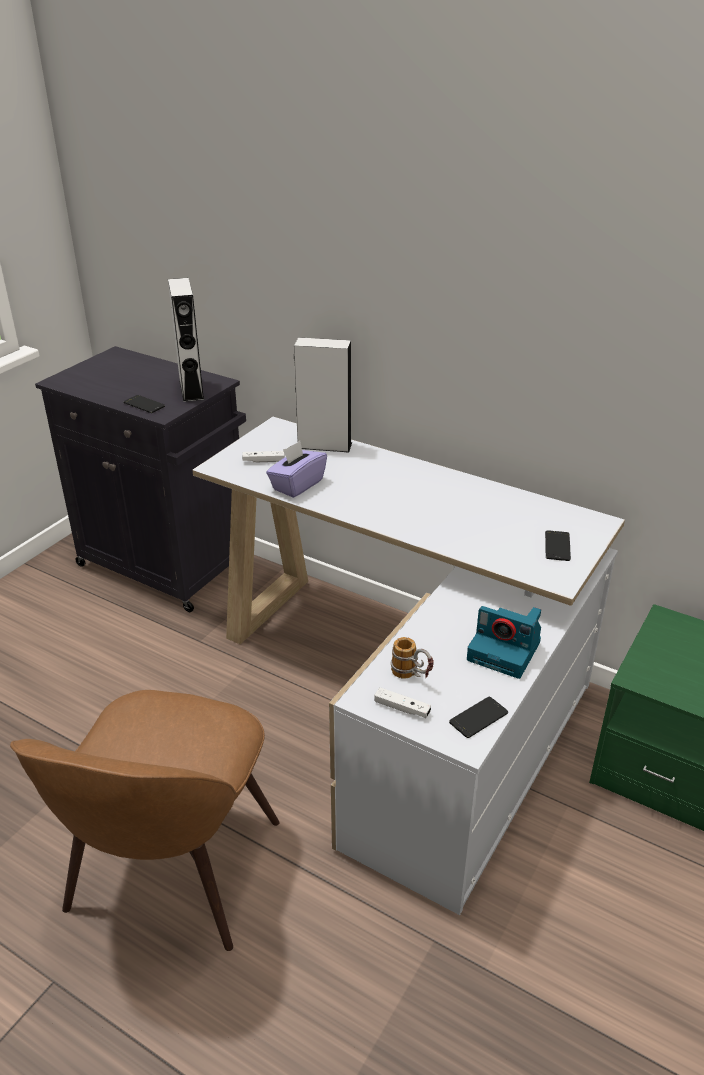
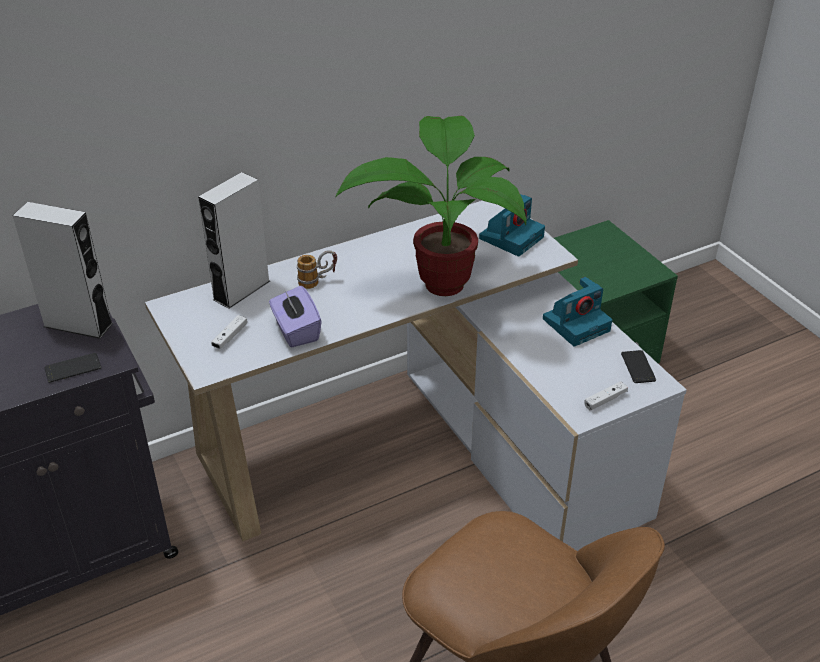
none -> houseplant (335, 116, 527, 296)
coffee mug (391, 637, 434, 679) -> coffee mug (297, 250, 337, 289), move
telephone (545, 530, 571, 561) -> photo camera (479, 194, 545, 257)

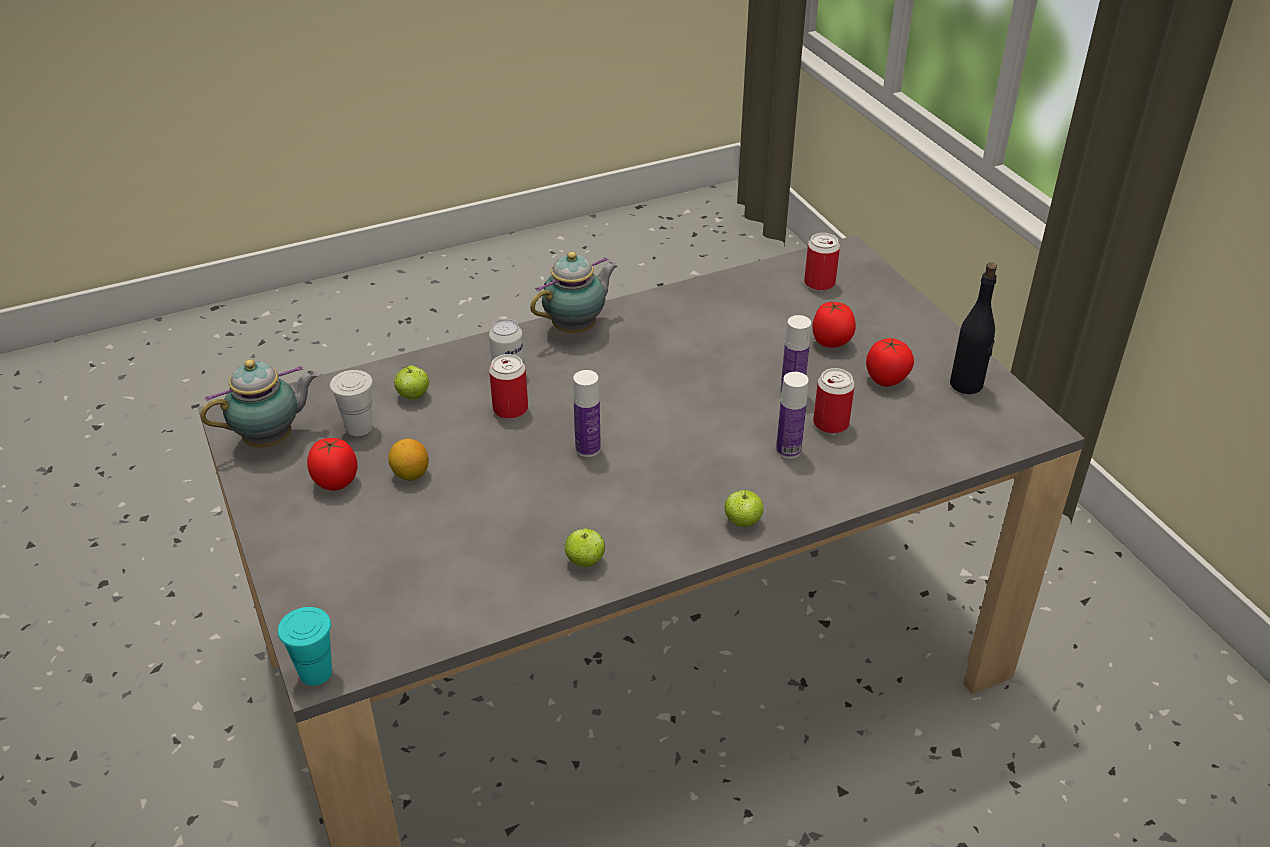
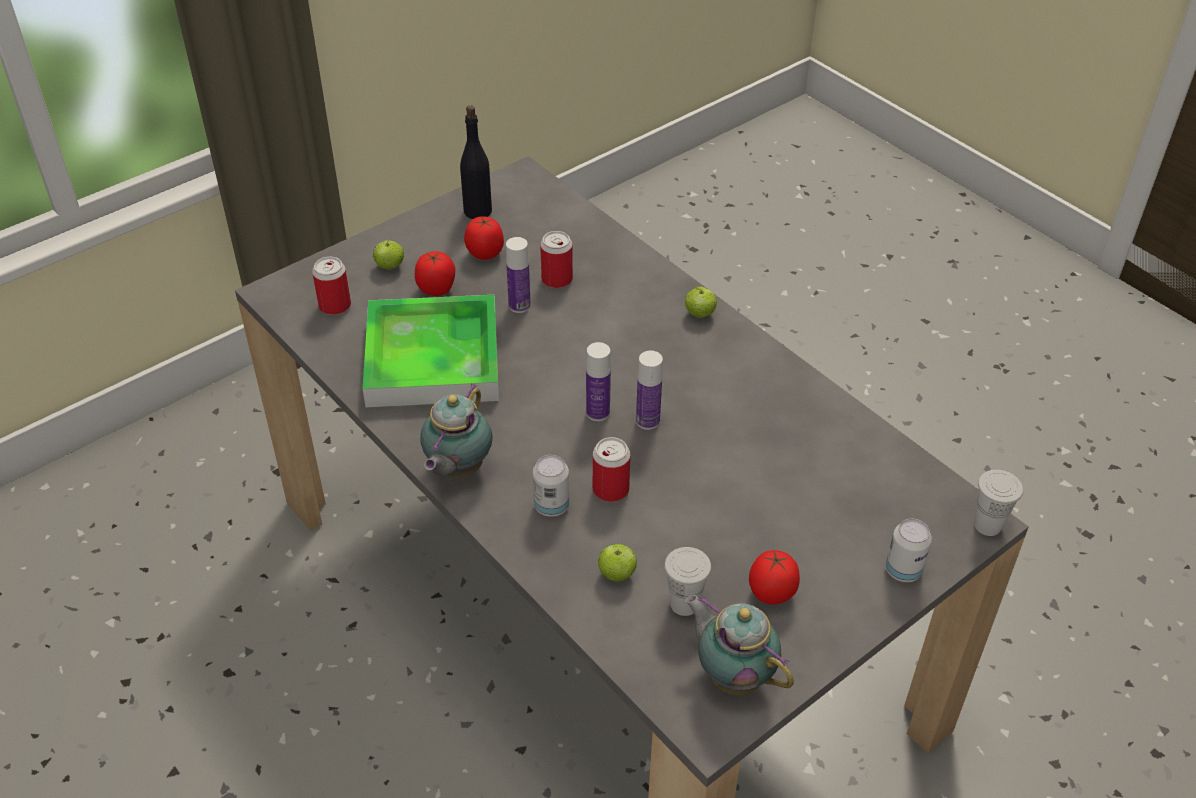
whole lemon (388, 439, 429, 481) -> none
none -> carrying tray (363, 295, 499, 408)
none -> metal can (886, 519, 932, 582)
whole apple (564, 528, 605, 567) -> whole apple (373, 238, 404, 269), move
beverage bottle (776, 372, 809, 459) -> beverage bottle (586, 342, 611, 421), move
blue-green drinking cup (278, 607, 332, 686) -> white drinking cup (974, 470, 1023, 536)
tea pot (530, 252, 618, 333) -> tea pot (420, 384, 493, 477), 105 degrees counterclockwise

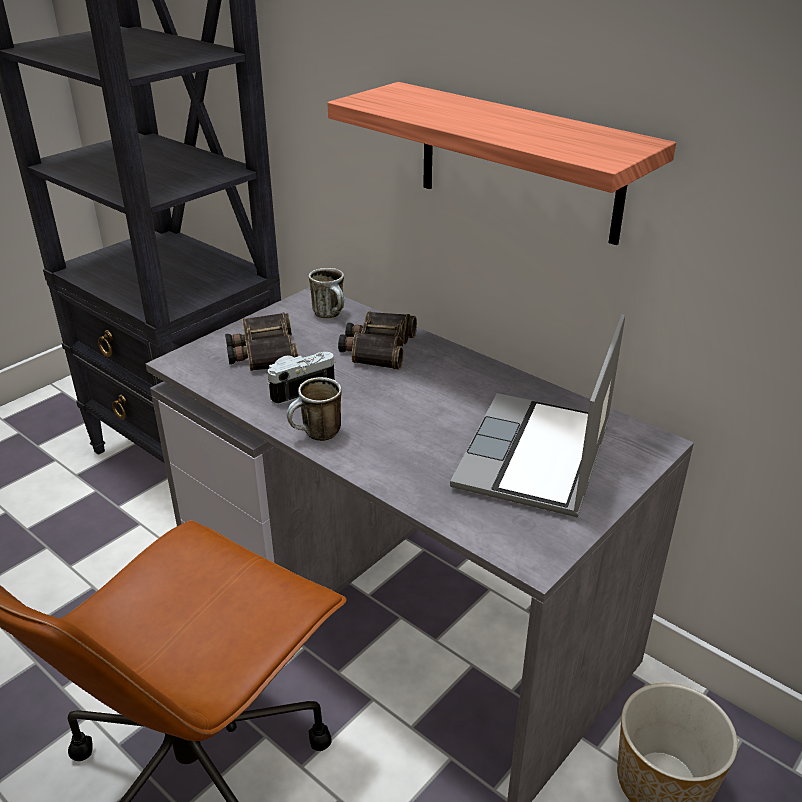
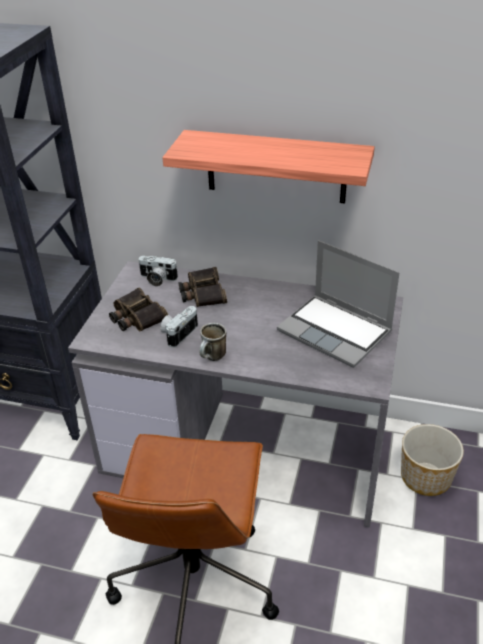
coffee mug (309, 268, 344, 319) -> photo camera (138, 256, 178, 286)
laptop (450, 314, 625, 517) -> laptop (277, 240, 400, 368), 45 degrees counterclockwise

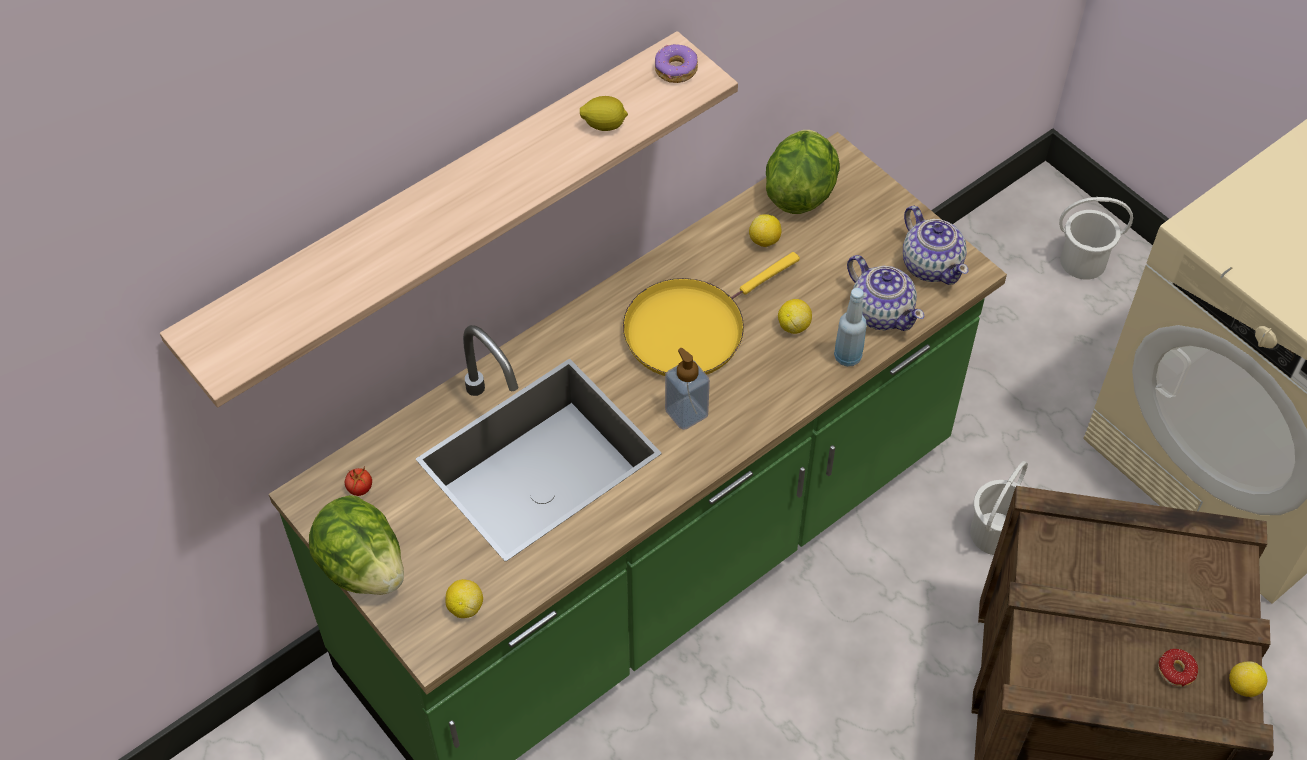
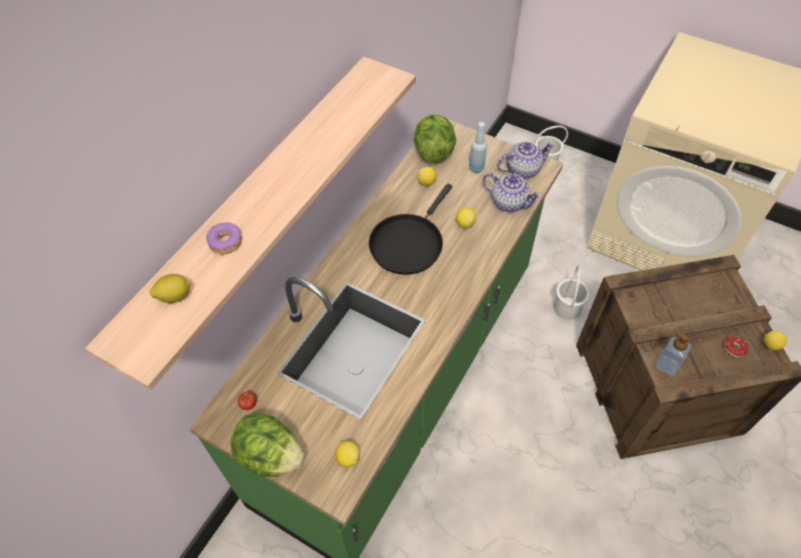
whole lemon (580, 96, 628, 131) -> whole lemon (150, 274, 191, 303), move
donut (655, 44, 698, 83) -> donut (206, 222, 242, 255), move
liquid soap bottle (665, 348, 710, 430) -> liquid soap bottle (655, 333, 691, 376), move
bluish beverage bottle (834, 288, 867, 367) -> bluish beverage bottle (469, 122, 487, 173), move
yellowish frying pan (623, 252, 800, 376) -> blackish frying pan (369, 184, 452, 275)
tea pot (903, 206, 968, 285) -> tea pot (497, 141, 555, 179), 60 degrees counterclockwise

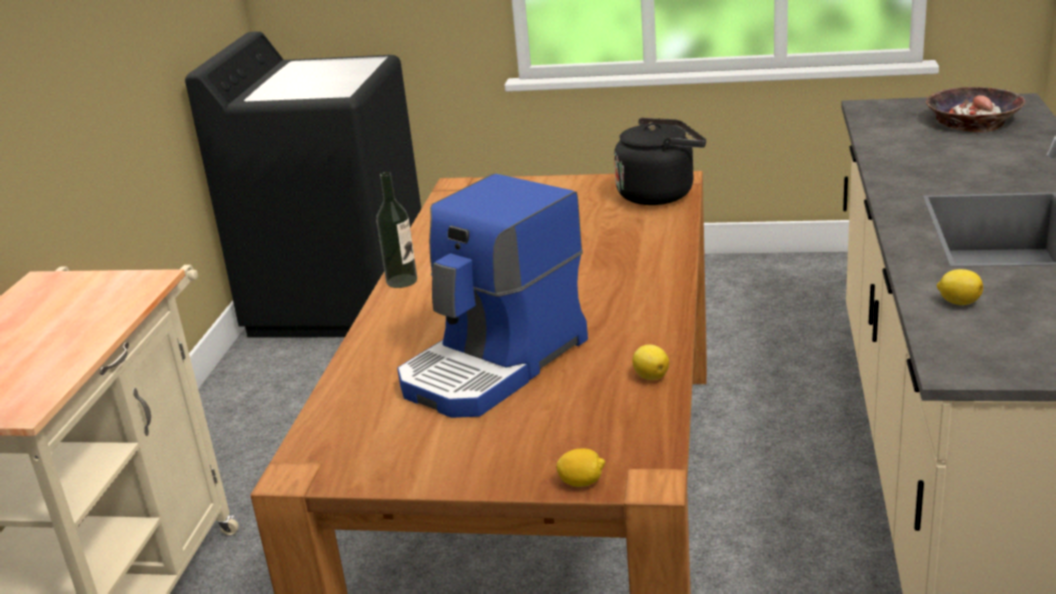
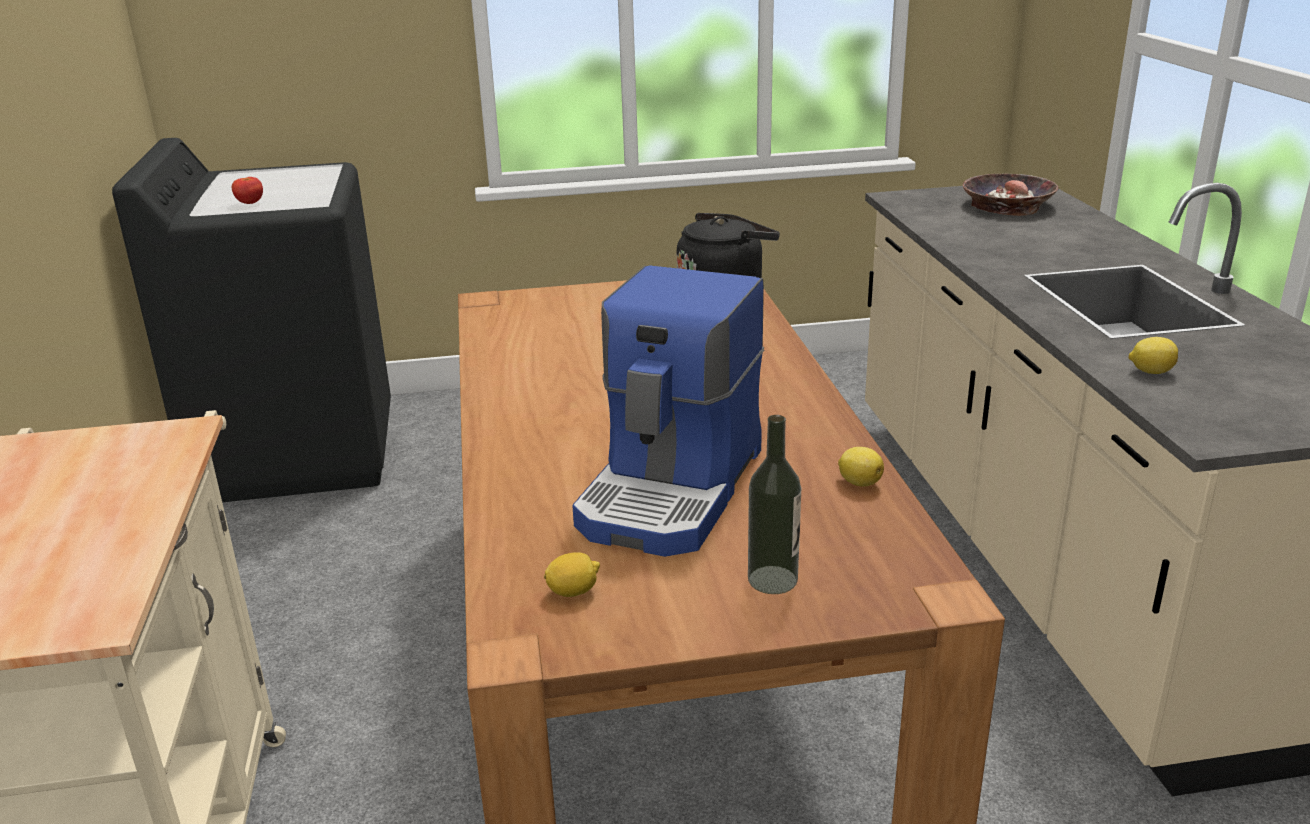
none -> fresh tomato (232, 177, 263, 204)
beverage bottle (376, 172, 417, 288) -> beverage bottle (748, 415, 801, 594), move
whole lemon (556, 449, 605, 487) -> whole lemon (544, 552, 600, 597), move

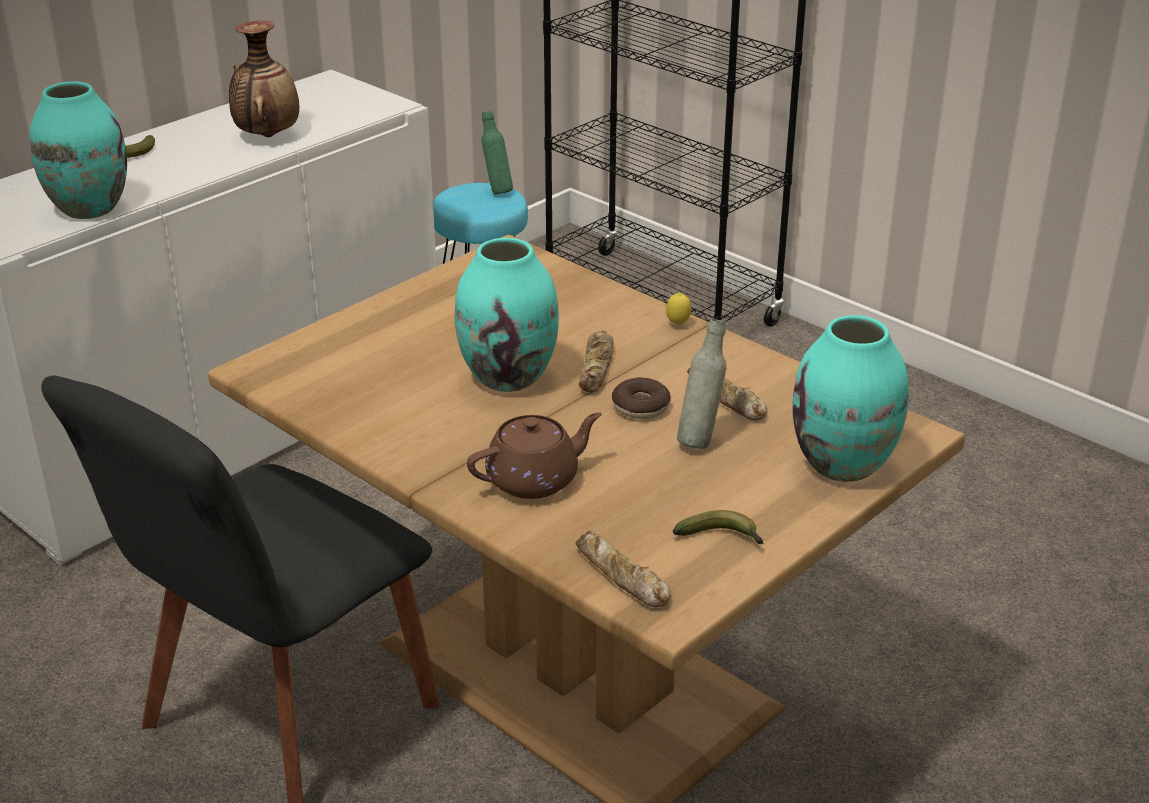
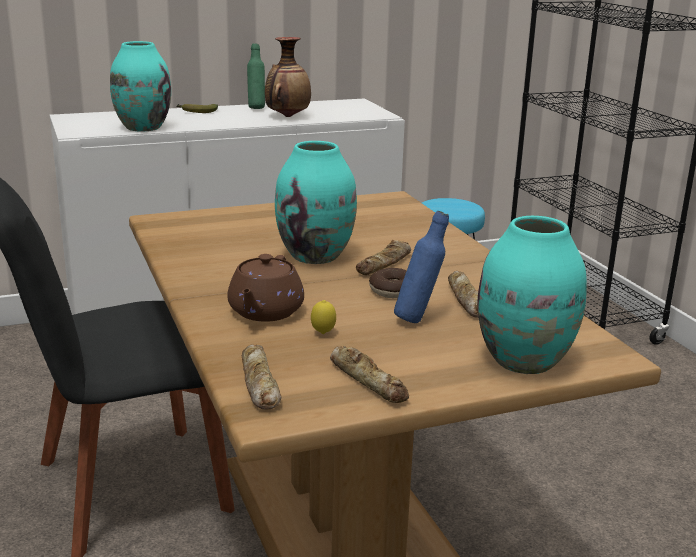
green beverage bottle (481, 111, 513, 194) -> green beverage bottle (247, 44, 265, 109), move
whole lemon (666, 293, 691, 325) -> whole lemon (311, 300, 336, 334), move
banana (673, 510, 763, 544) -> baked bread (330, 346, 409, 403)
grey beverage bottle (677, 318, 727, 449) -> bluish beverage bottle (394, 211, 449, 323)
brownish tea pot (467, 412, 602, 499) -> brownish tea pot (227, 254, 304, 322), 105 degrees clockwise

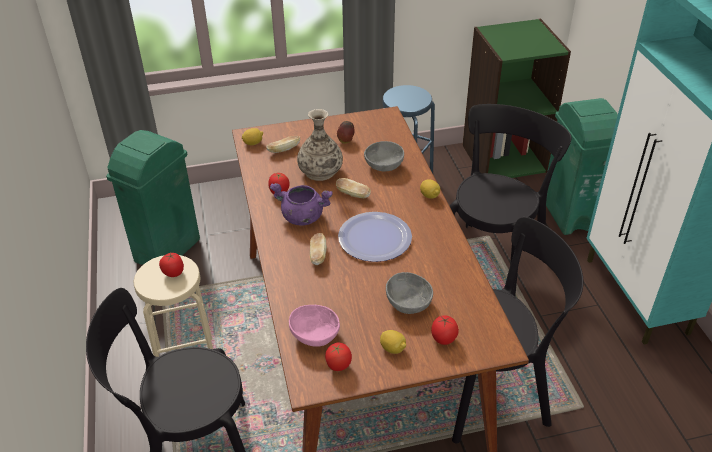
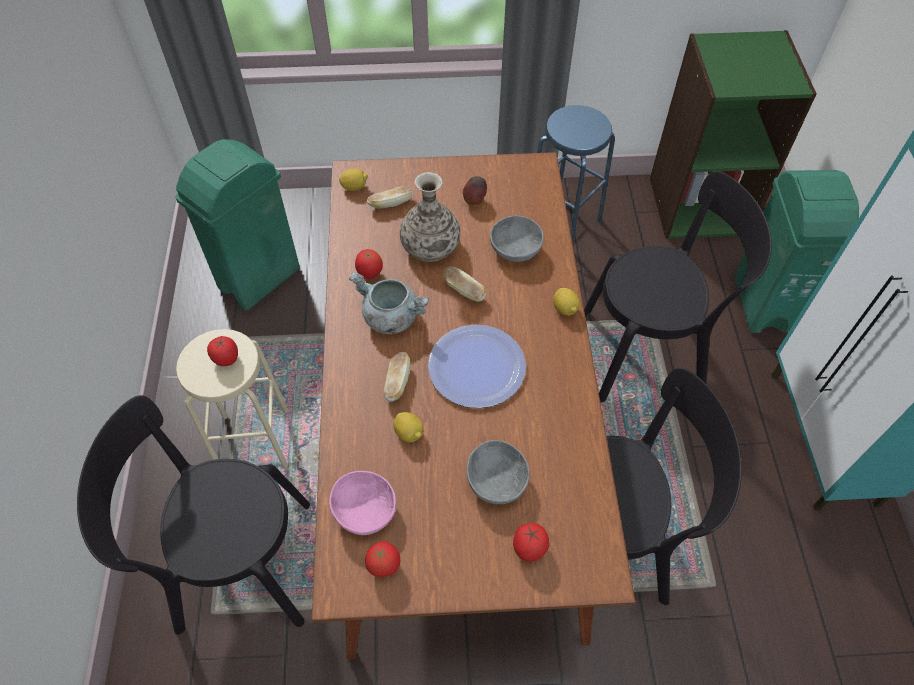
whole lemon (380, 330, 406, 354) -> whole lemon (393, 412, 423, 442), move
purplish saucepot (270, 183, 333, 226) -> grey saucepot (349, 272, 429, 334)
blackish chair (450, 104, 572, 296) -> blackish chair (584, 171, 772, 402), 45 degrees clockwise

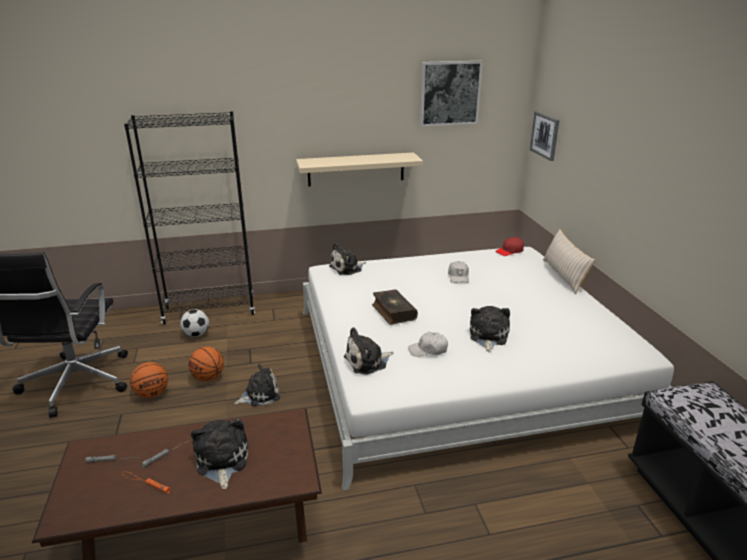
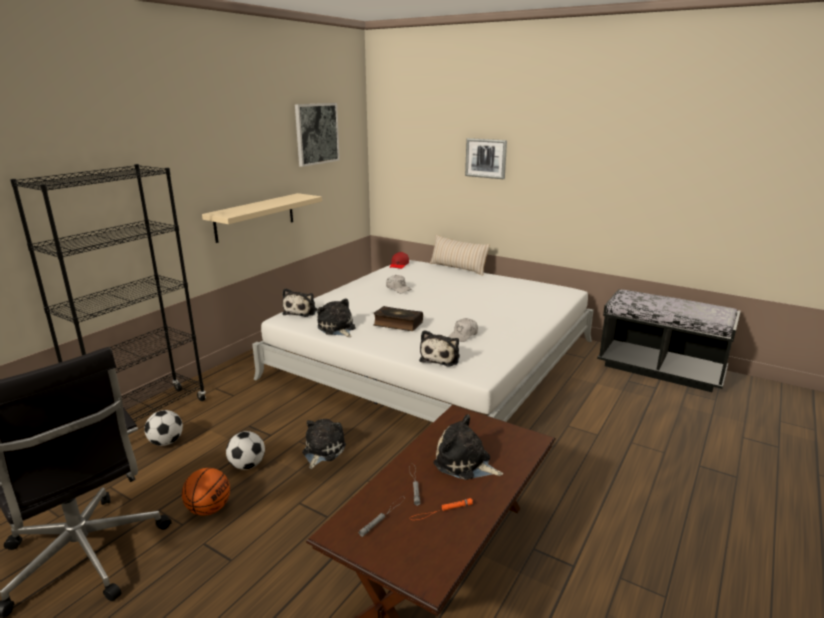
cuddly toy (470, 306, 510, 353) -> cuddly toy (317, 298, 356, 337), move
picture (530, 112, 559, 161) -> picture (465, 138, 507, 179), move
ball for basketball (189, 347, 224, 381) -> football ball (226, 431, 265, 470)

